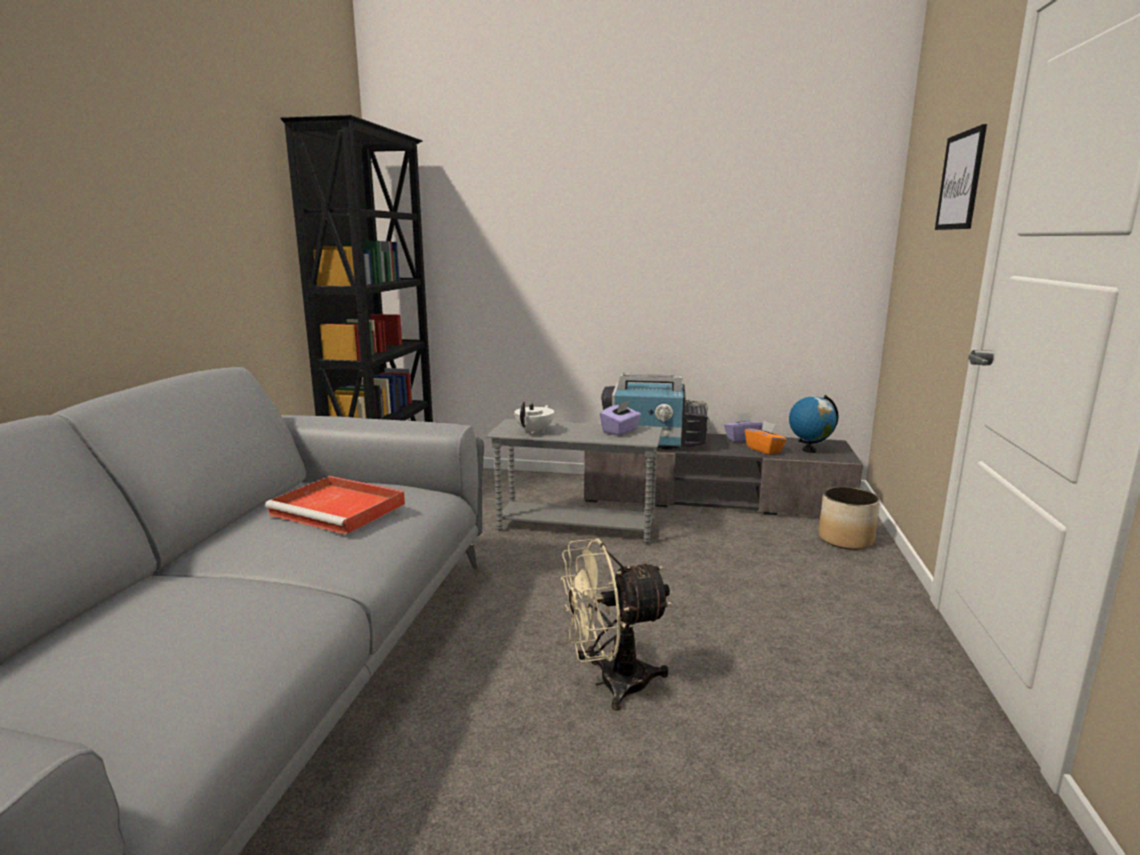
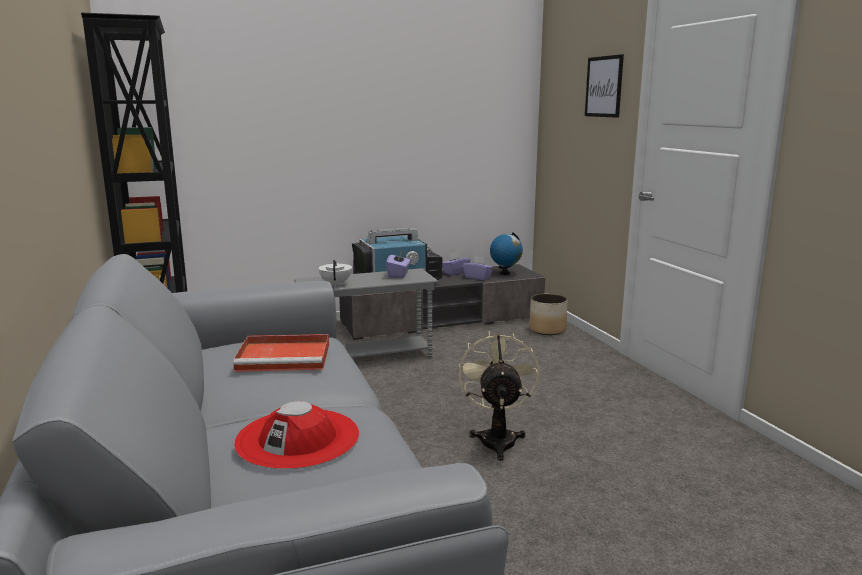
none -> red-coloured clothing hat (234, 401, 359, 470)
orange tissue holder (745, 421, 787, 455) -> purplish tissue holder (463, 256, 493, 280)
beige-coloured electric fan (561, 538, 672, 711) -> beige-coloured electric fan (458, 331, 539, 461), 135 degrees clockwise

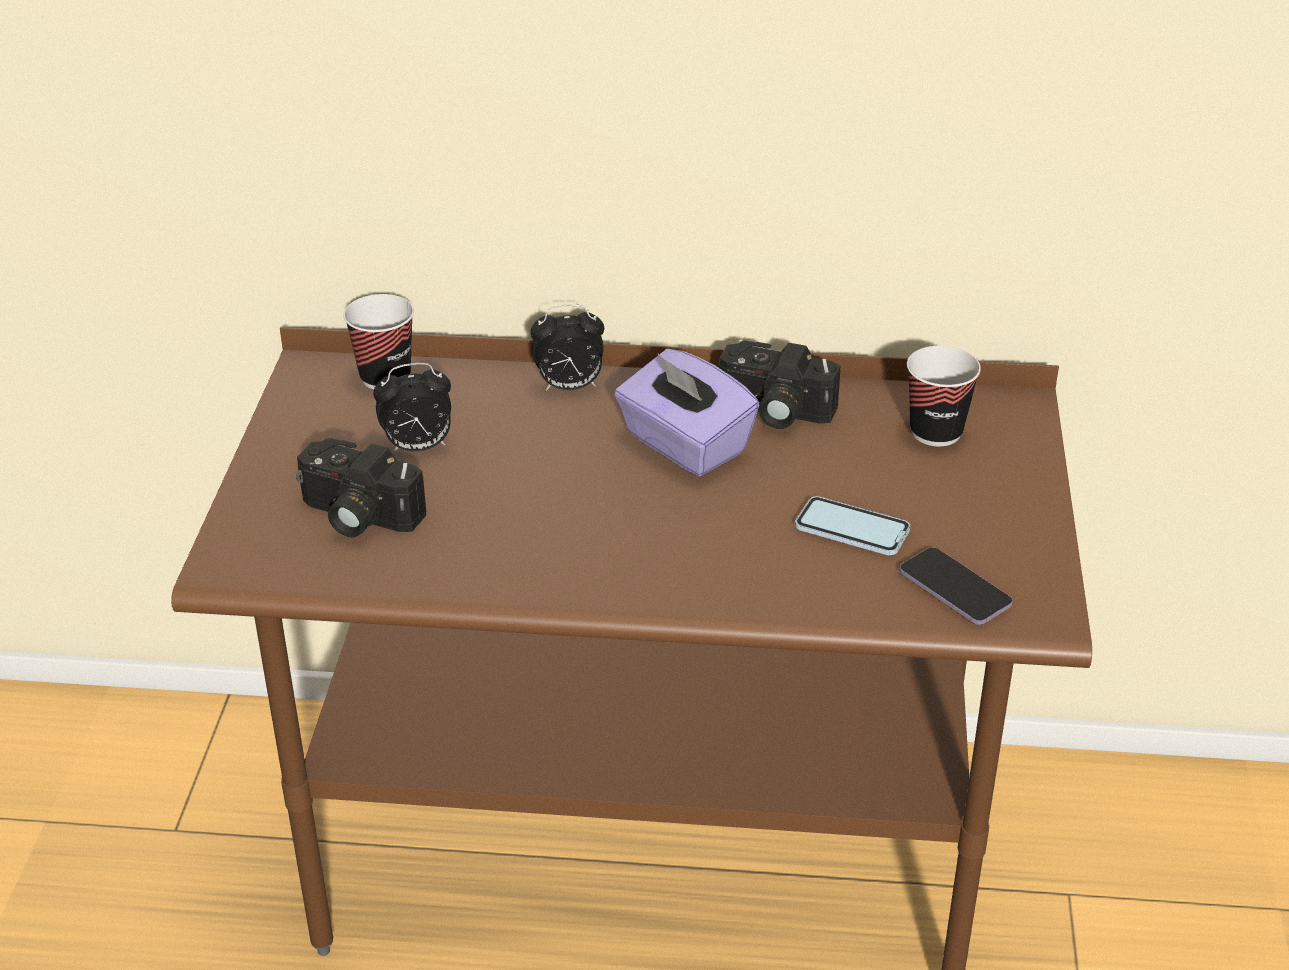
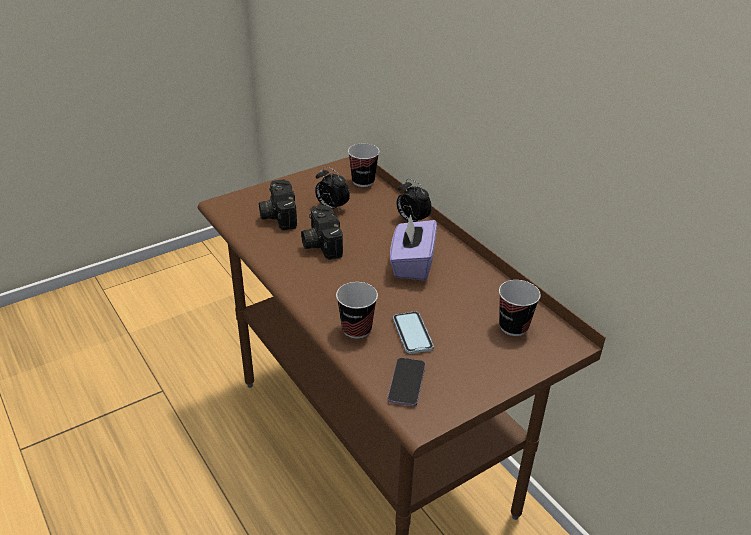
none -> drinking cup (336, 282, 378, 339)
photo camera (719, 341, 841, 429) -> photo camera (301, 205, 343, 260), move

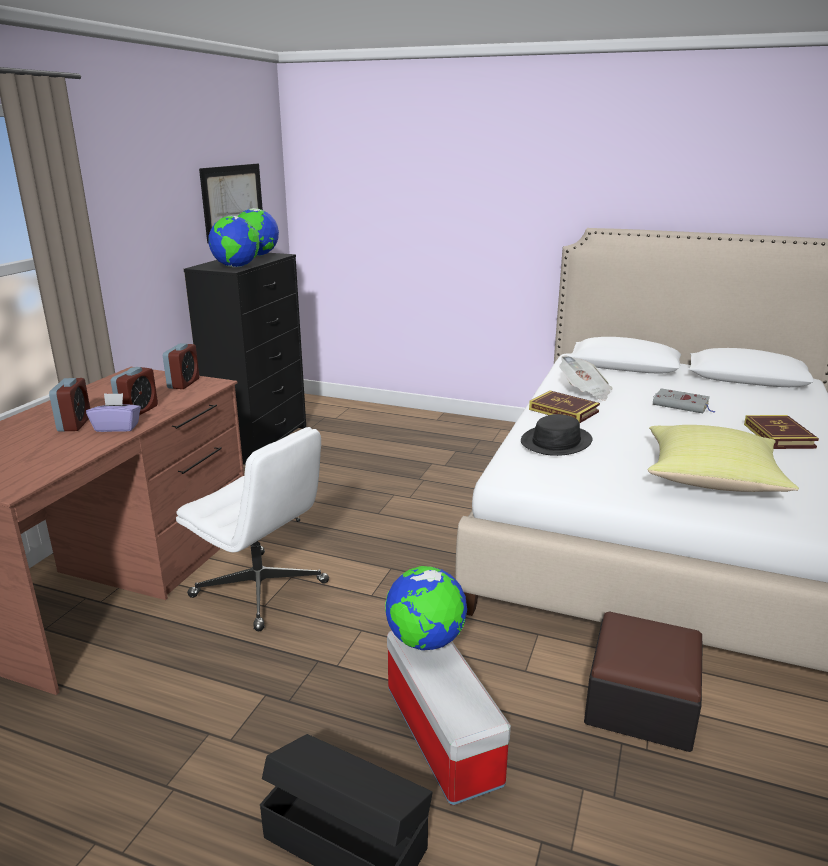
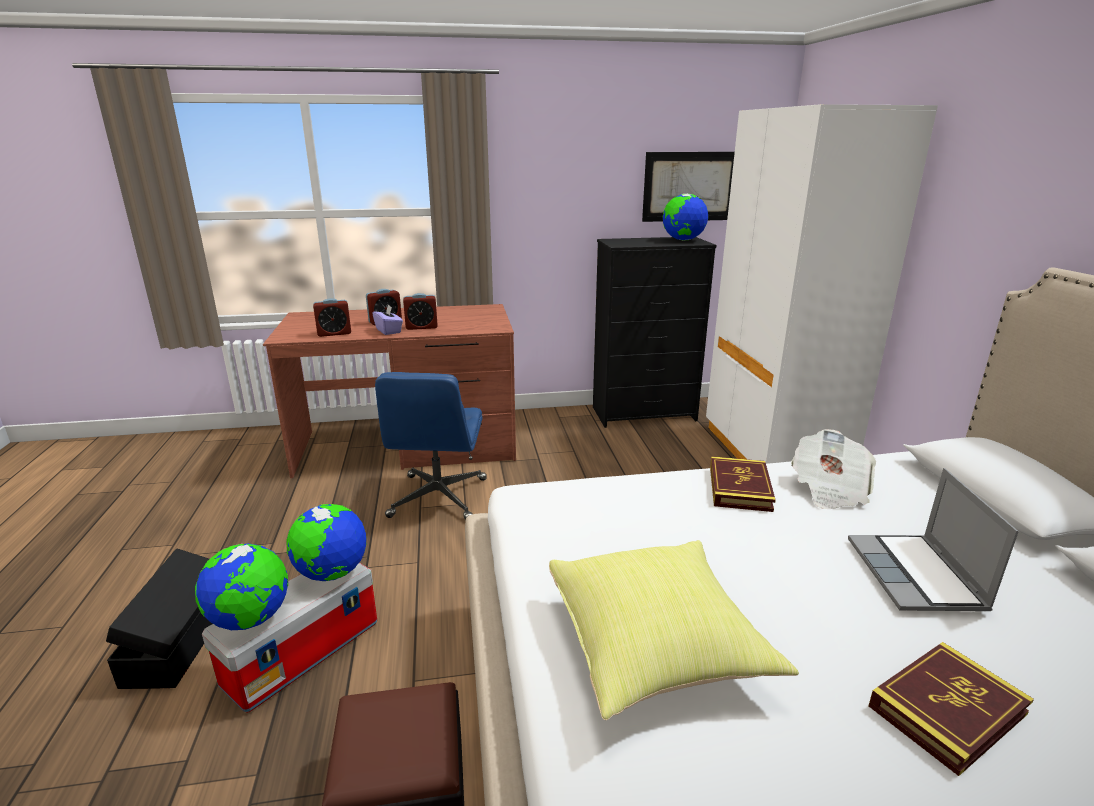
blackish clothing hat (521, 414, 592, 456) -> none
none -> white clothes cupboard (706, 104, 938, 464)
bedside clock (163, 343, 199, 389) -> bedside clock (313, 298, 351, 337), move
world globe (208, 216, 259, 267) -> world globe (195, 543, 288, 630), move
grey volume (653, 388, 716, 413) -> laptop (848, 468, 1019, 611)
white computer chair (176, 427, 329, 631) -> bluish computer chair (375, 372, 487, 520)

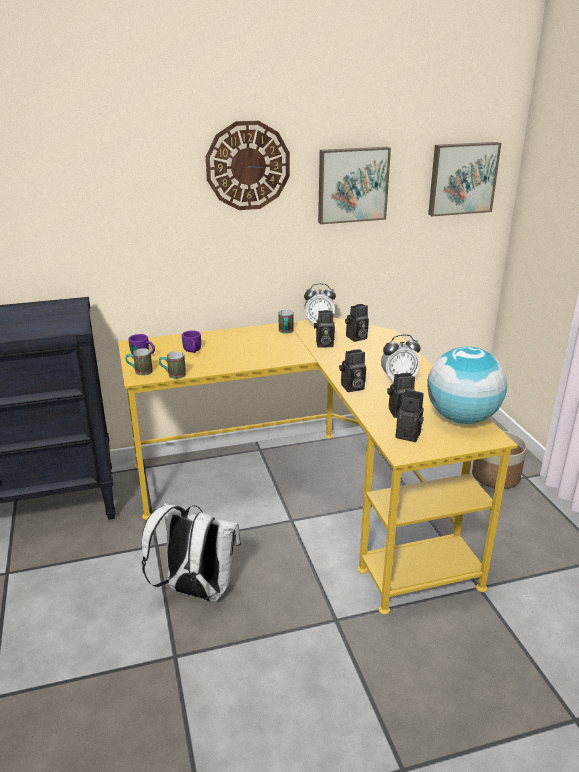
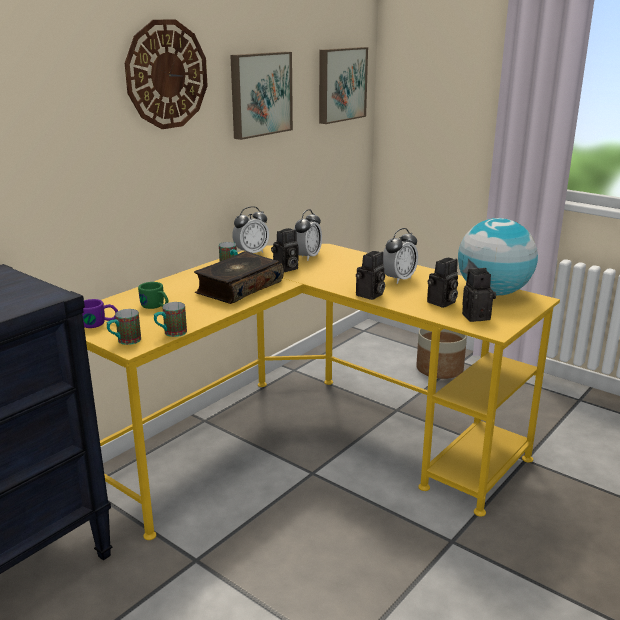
white backpack (142, 503, 241, 601) -> none
none -> volume (194, 251, 284, 304)
photo camera (345, 304, 369, 342) -> bedside clock (294, 209, 322, 261)
purplish coffee mug (182, 331, 201, 353) -> green coffee mug (138, 282, 168, 309)

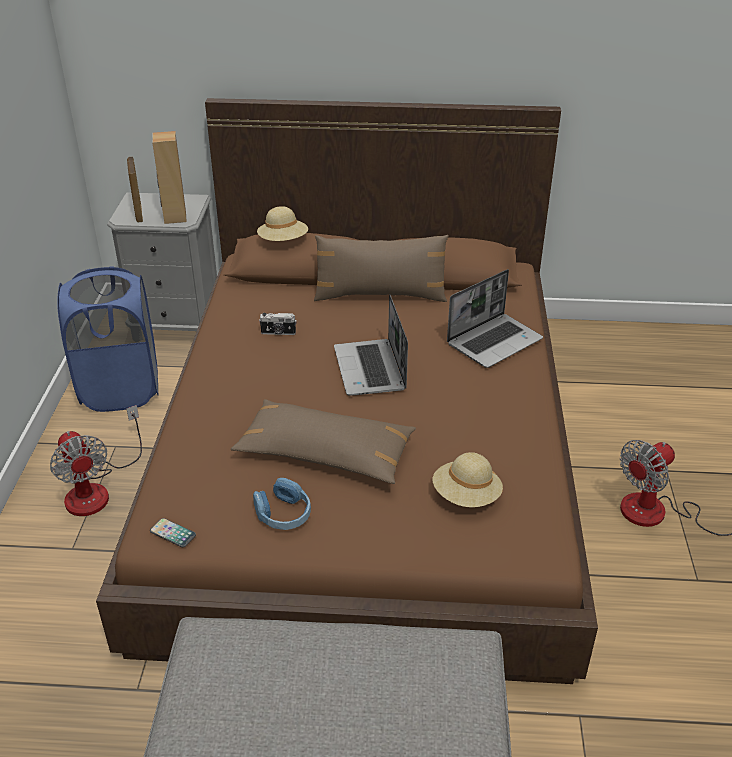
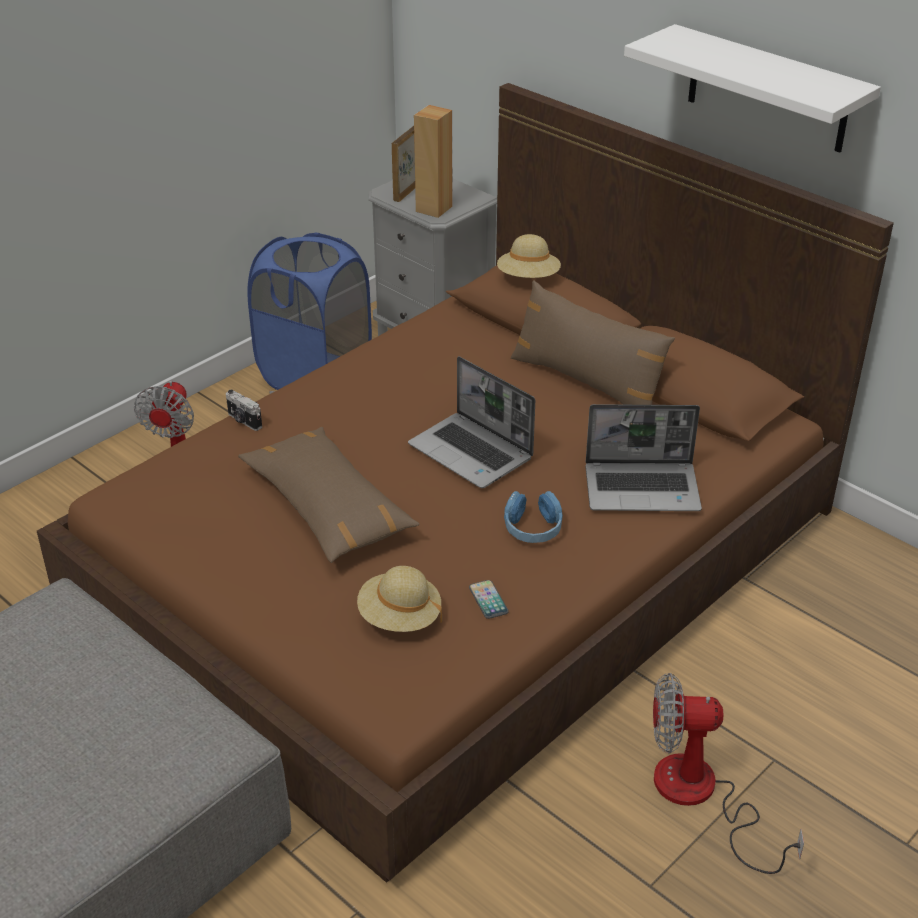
none -> white shelf (624, 24, 881, 153)
telephone (150, 518, 196, 547) -> telephone (469, 580, 509, 619), move
bluish pair of headphones (253, 478, 311, 530) -> bluish pair of headphones (504, 491, 563, 543), move
photo camera (259, 313, 297, 335) -> photo camera (226, 390, 262, 431), move
laptop (334, 294, 408, 396) -> laptop (408, 356, 535, 488), 75 degrees counterclockwise

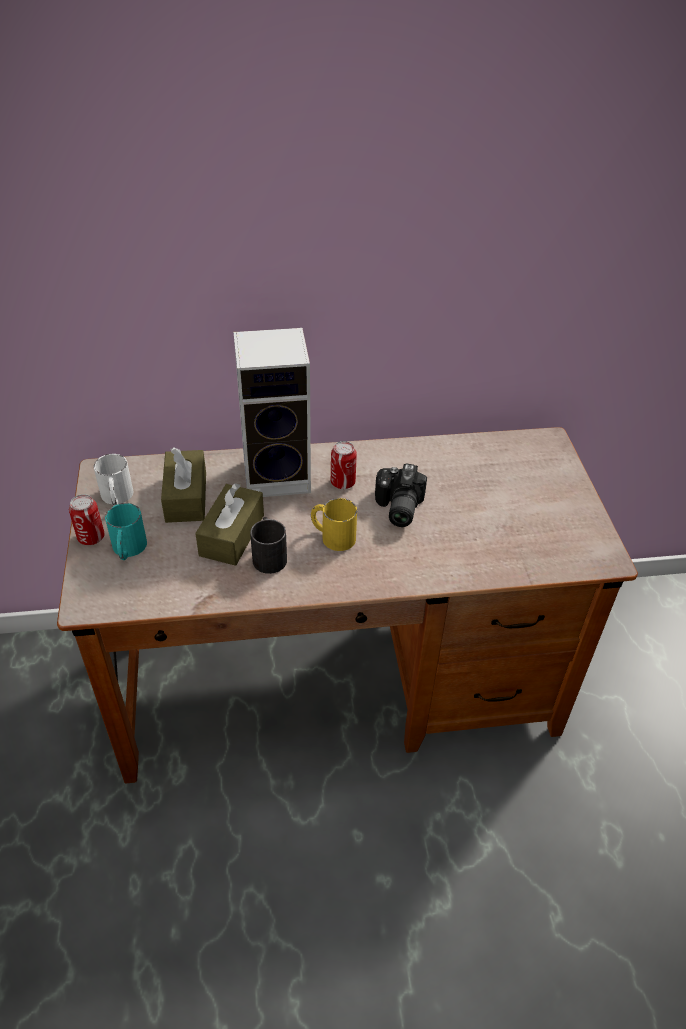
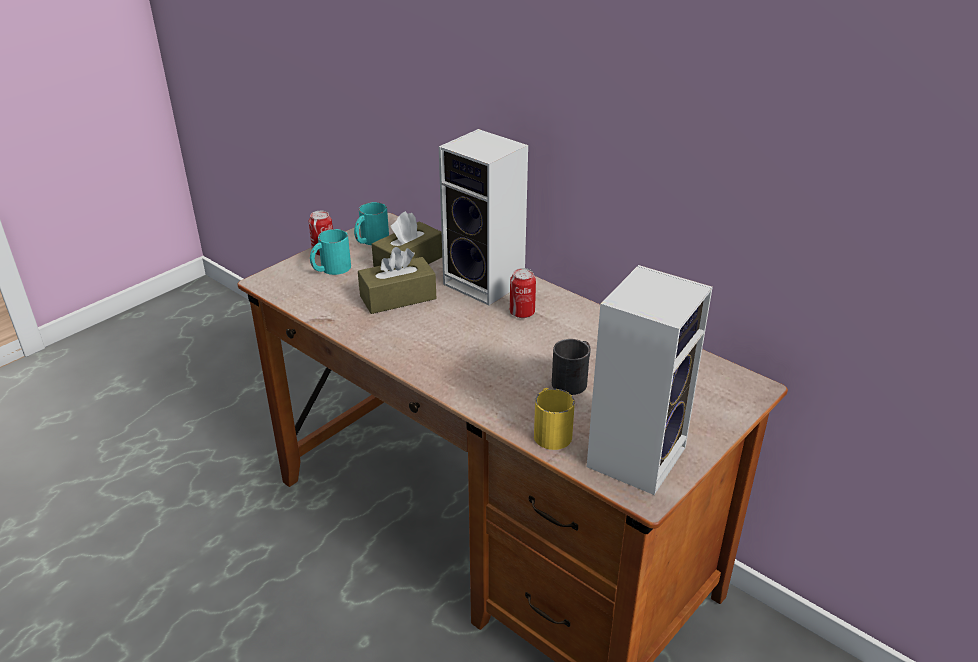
photo camera (375, 464, 427, 527) -> none
none -> audio speaker (587, 265, 713, 495)
blackish coffee mug (250, 517, 287, 574) -> blackish coffee mug (552, 339, 591, 395), move
yellowish coffee mug (311, 498, 357, 551) -> yellowish coffee mug (534, 388, 575, 450), move
white coffee mug (94, 454, 133, 506) -> blue-green coffee mug (354, 202, 389, 245)

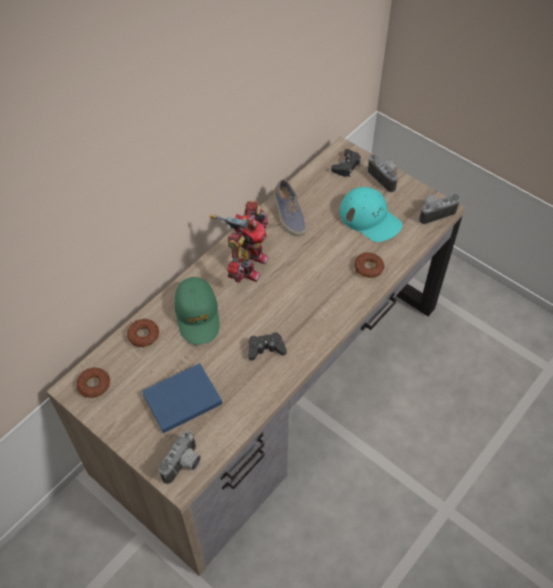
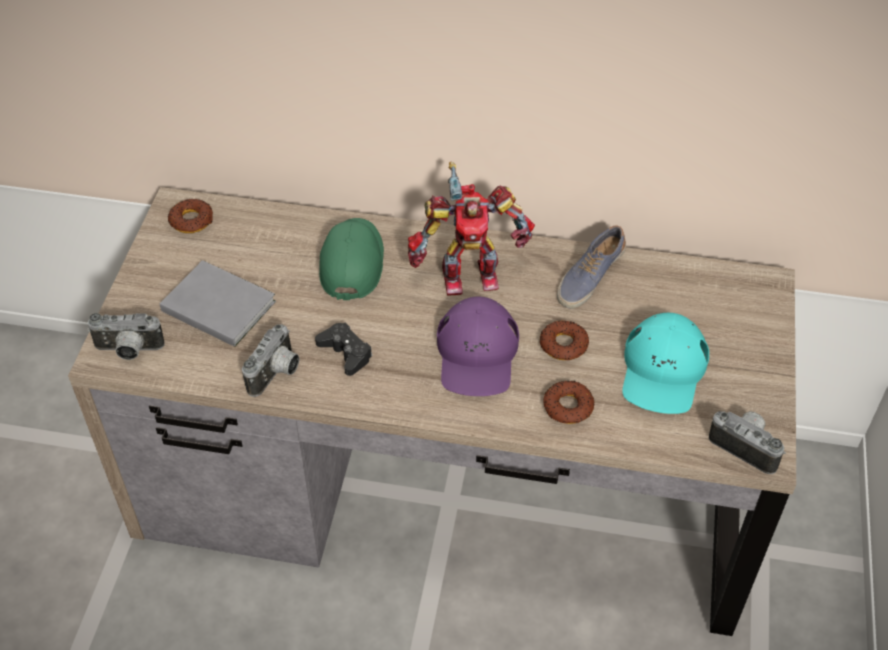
blackish joypad (331, 149, 361, 177) -> none
none -> purplish peaked cap (437, 297, 519, 396)
donut (127, 319, 159, 347) -> donut (539, 320, 589, 360), move
photo camera (368, 155, 398, 193) -> photo camera (242, 324, 299, 397), move
bluish volume (142, 363, 222, 433) -> grey volume (160, 260, 276, 347)
green peaked cap (175, 277, 220, 345) -> green peaked cap (319, 218, 384, 300), 135 degrees clockwise

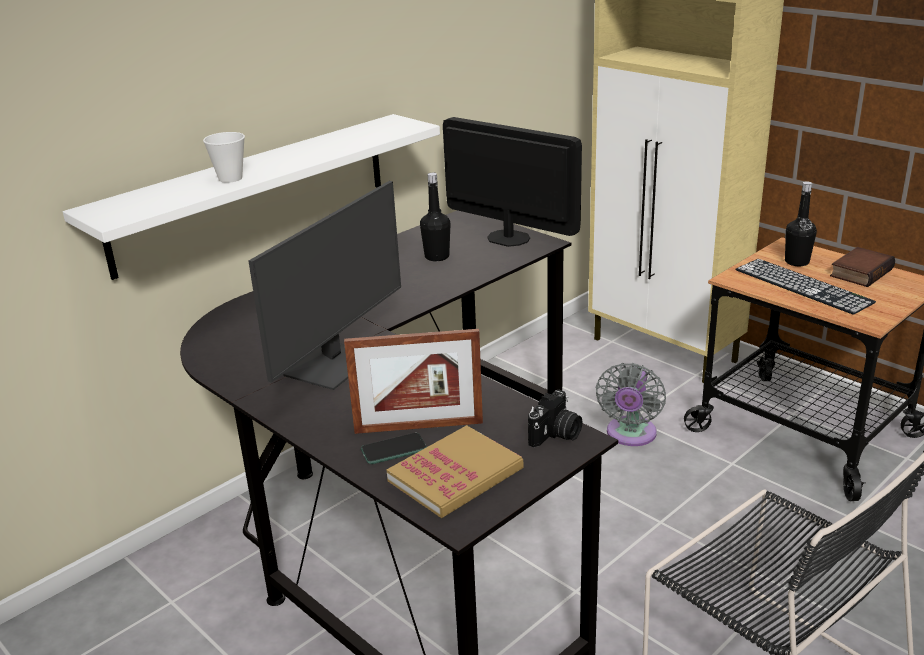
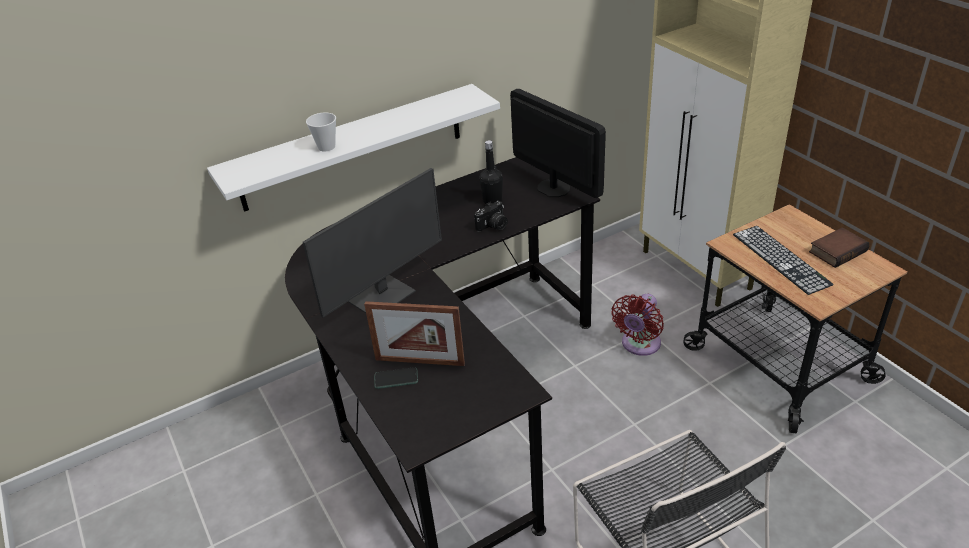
volume (387, 425, 523, 518) -> none
blackish beverage bottle (785, 181, 817, 266) -> none
photo camera (528, 390, 582, 447) -> photo camera (474, 201, 508, 231), move
grey electric fan (596, 363, 666, 446) -> red-coloured electric fan (611, 294, 664, 356)

